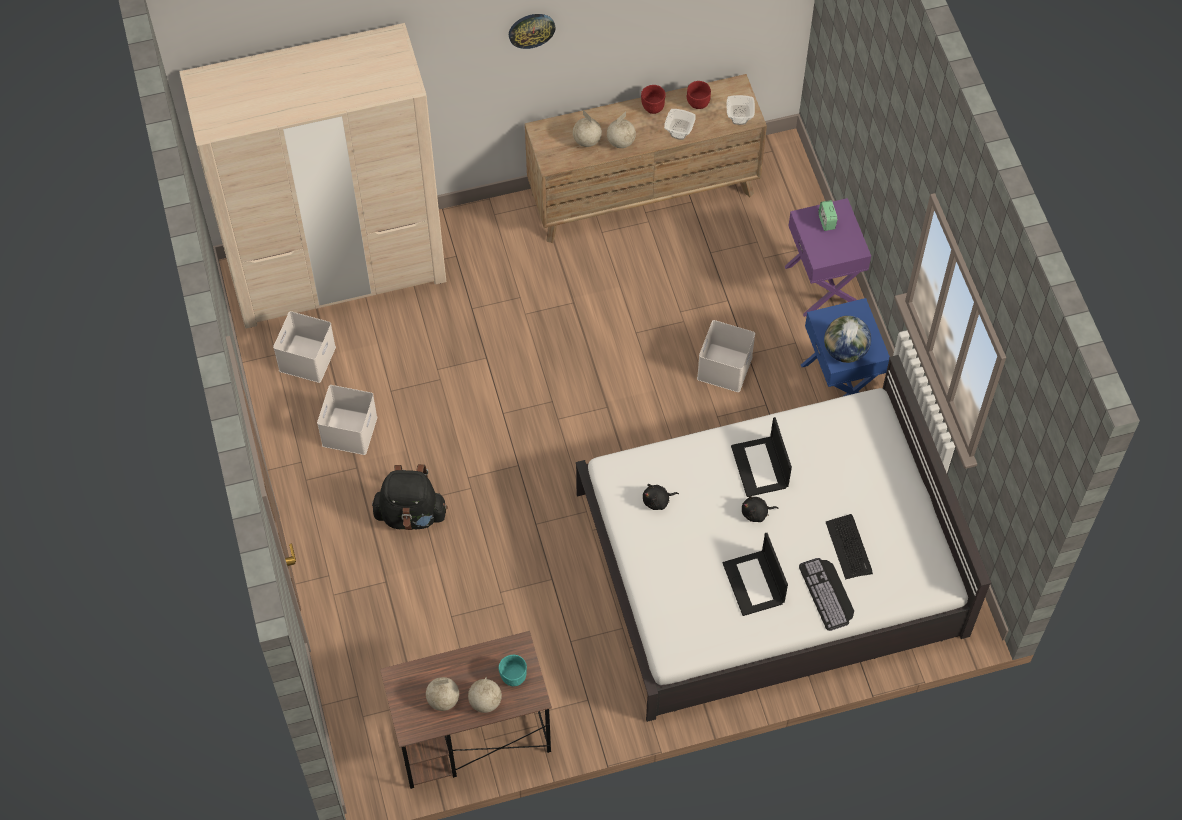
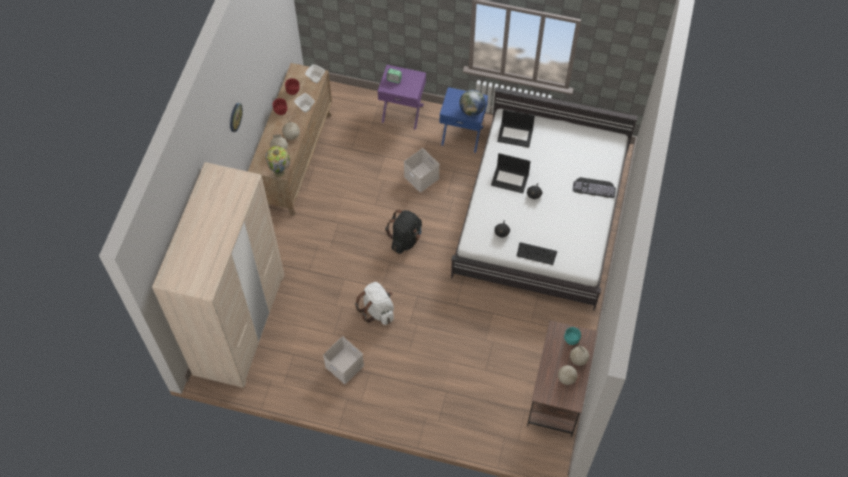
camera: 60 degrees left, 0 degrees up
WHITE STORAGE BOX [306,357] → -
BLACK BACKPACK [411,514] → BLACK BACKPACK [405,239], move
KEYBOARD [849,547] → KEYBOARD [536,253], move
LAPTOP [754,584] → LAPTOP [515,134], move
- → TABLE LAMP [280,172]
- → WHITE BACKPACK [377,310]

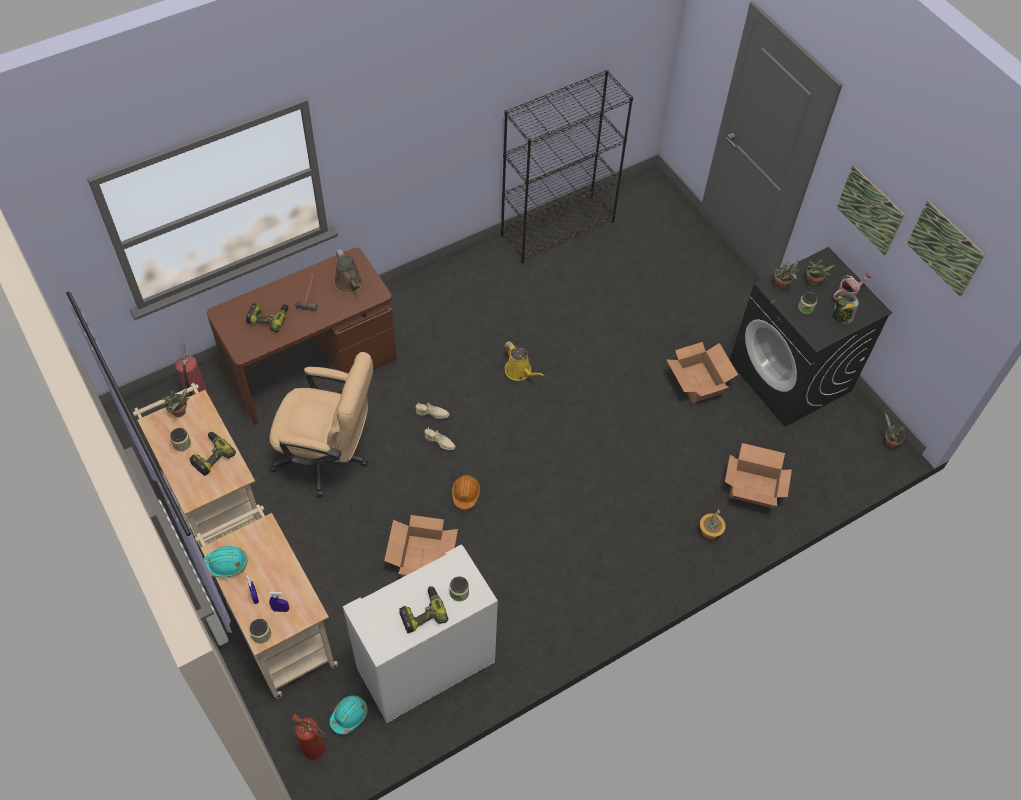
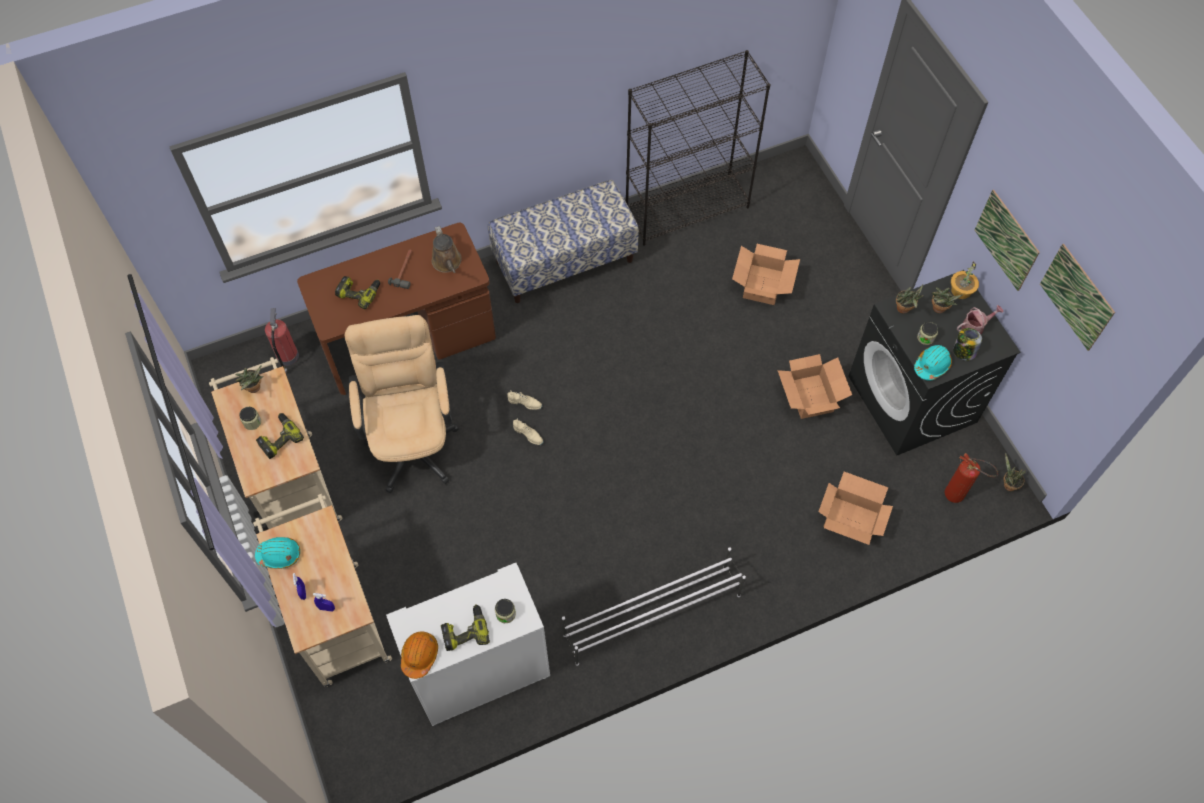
camera: 10 degrees right, 5 degrees up
YELLOW WATERING CAN [520,371] → -
BEIGE OFFICE CHAIR [329,458] → BEIGE OFFICE CHAIR [412,440], 120 degrees counterclockwise
ORANGE HARD HAT [465,494] → ORANGE HARD HAT [419,655], move
POTTED PLANT [709,531] → POTTED PLANT [960,290], move
CARDBOARD BOX [421,558] → CARDBOARD BOX [762,285], move
JAR [261,634] → -
TURQUOISE HARD HAT [349,716] → TURQUOISE HARD HAT [932,365], move
FIRE EXTINGUISHER [318,752] → FIRE EXTINGUISHER [958,497], move
- → BENCH [564,261]
- → WHITE SHOE RACK [651,615]

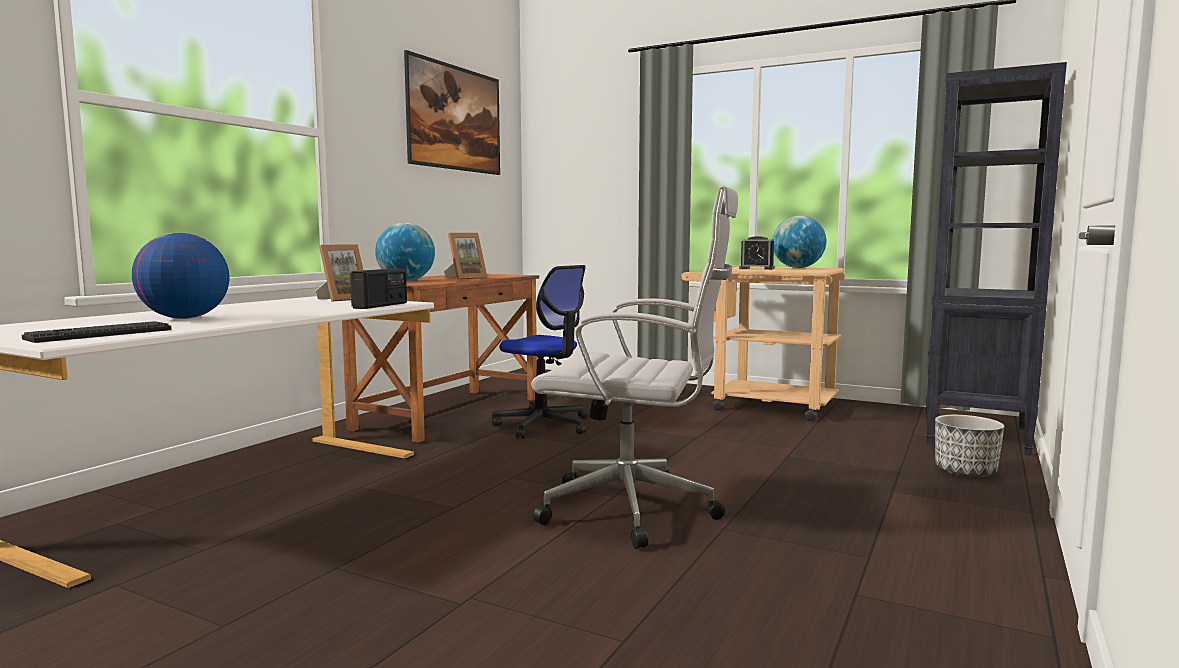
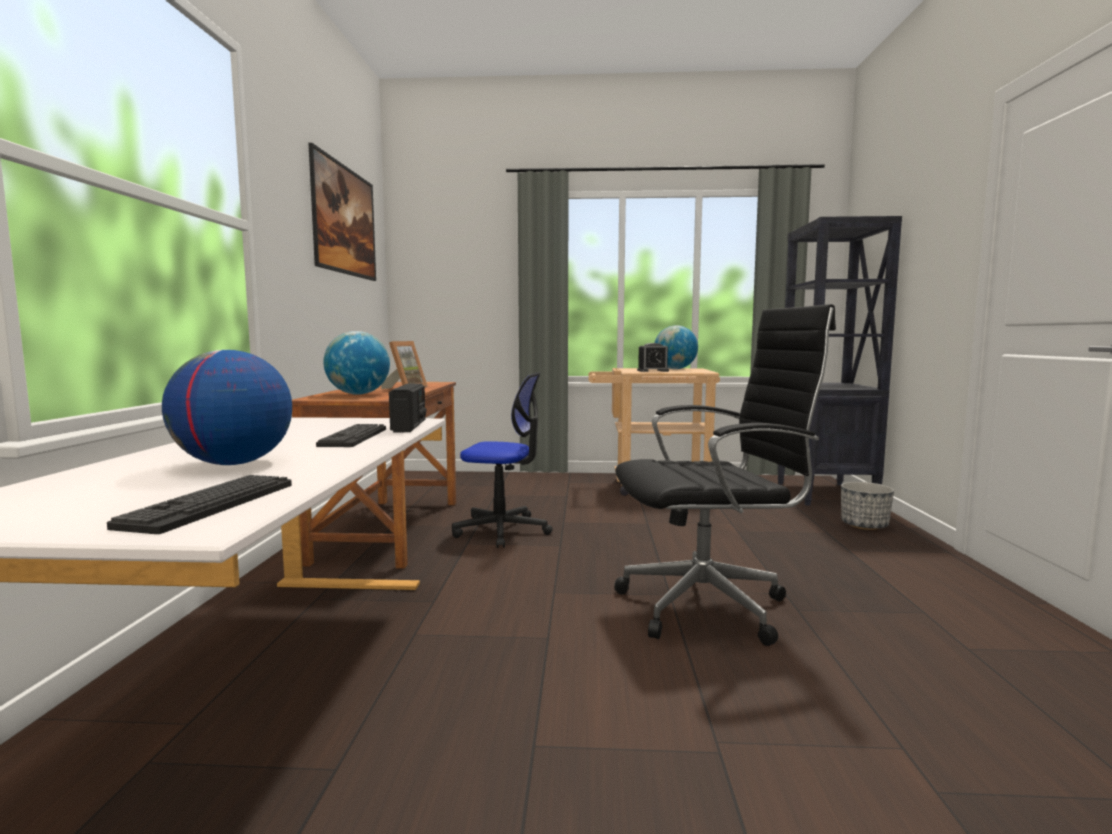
camera: 25 degrees left, 0 degrees up
WHITE OFFICE CHAIR [637,511] → BLACK OFFICE CHAIR [711,606]
PICTURE FRAME [342,299] → -
- → KEYBOARD [354,437]

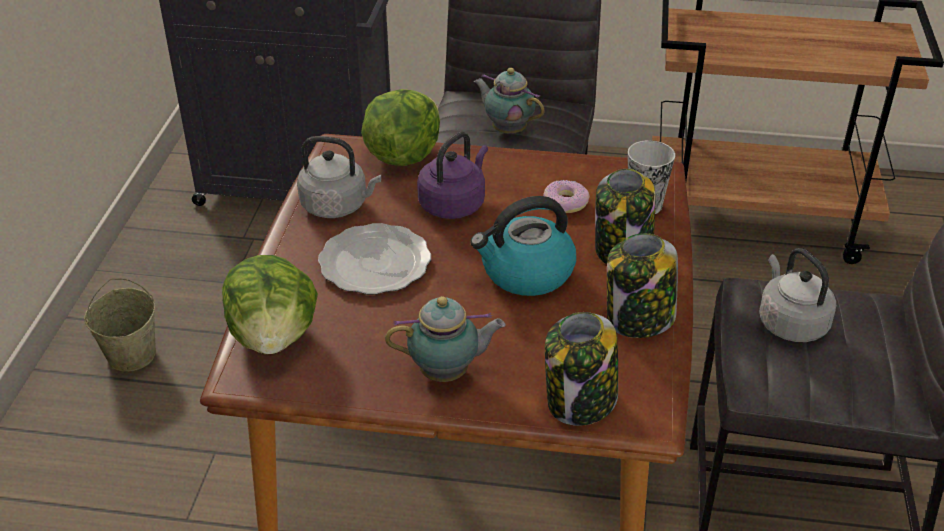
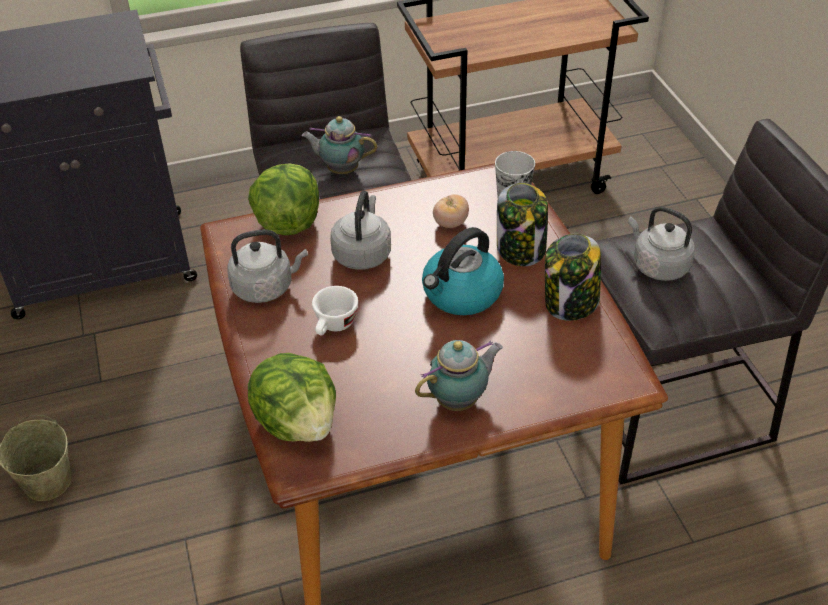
camera: 25 degrees left, 5 degrees up
PURPLE KETTLE [454,204] → GREY KETTLE [362,253]
DONUT [565,203] → TOMATO [450,223]
PLATE [375,262] → WHITE CUP [334,326]
JAR [580,401] → -

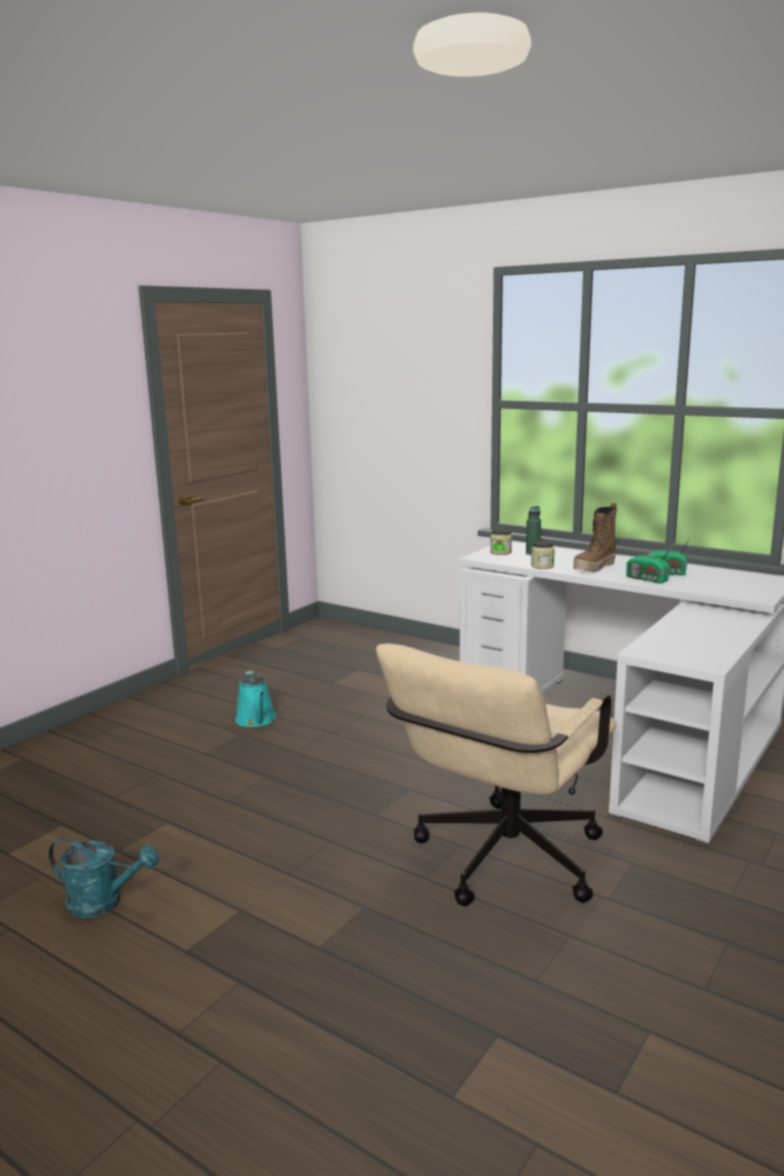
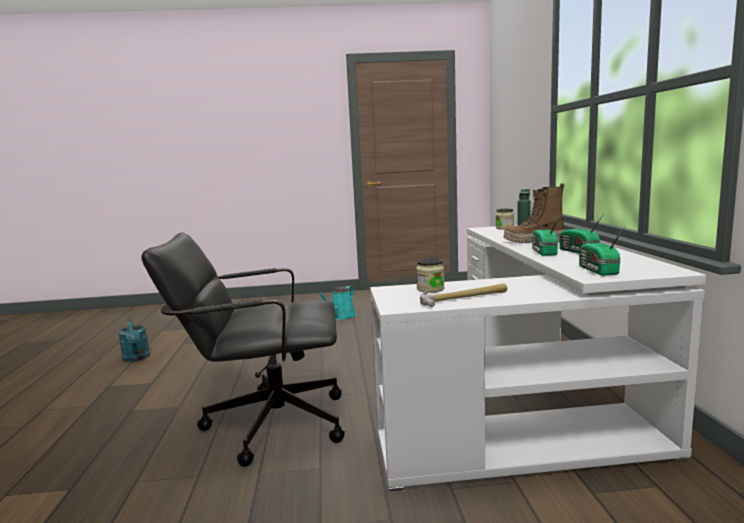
camera: 50 degrees right, 5 degrees down
JAR [542,566] → JAR [430,289], move
BEIGE OFFICE CHAIR [500,864] → BLACK OFFICE CHAIR [263,424]
- → RADIO [597,271]
- → HAMMER [464,298]

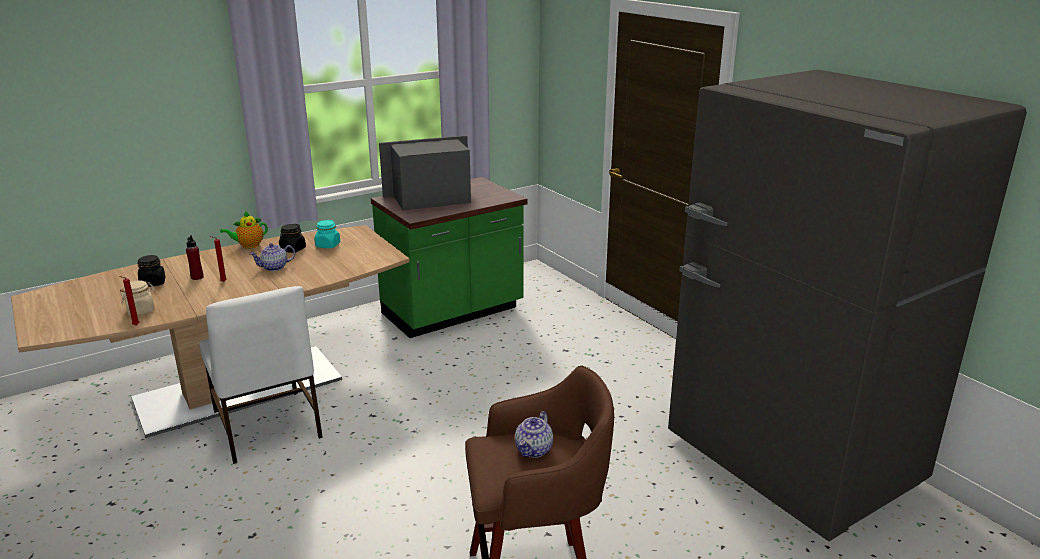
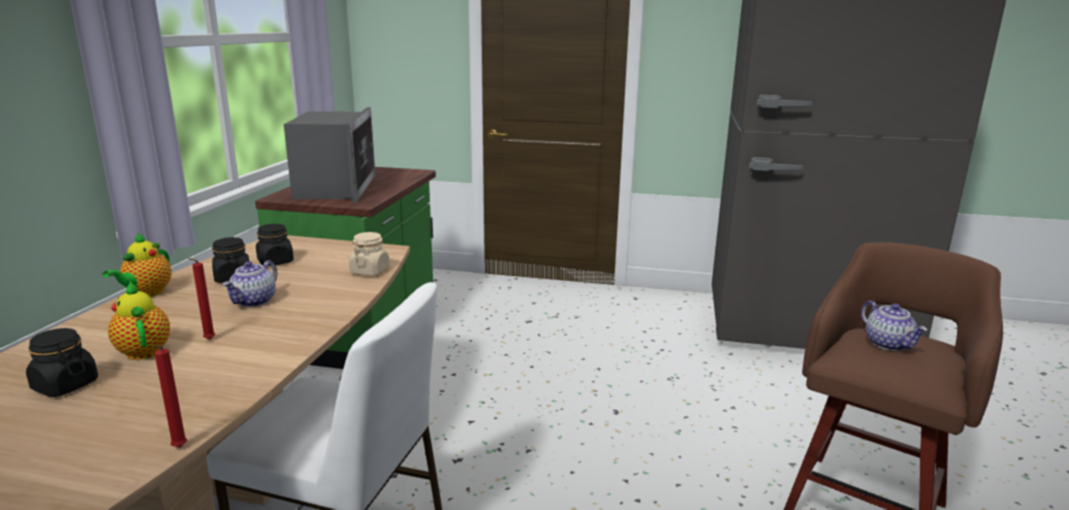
camera: 45 degrees left, 5 degrees down
MICROWAVE [431,199] → MICROWAVE [336,187], 150 degrees clockwise
TURQUOISE JAR [328,245] → BLACK JAR [275,262]
RED BOTTLE [197,277] → TEAPOT [143,350]
BEIGE JAR [141,310] → BEIGE JAR [370,271], move

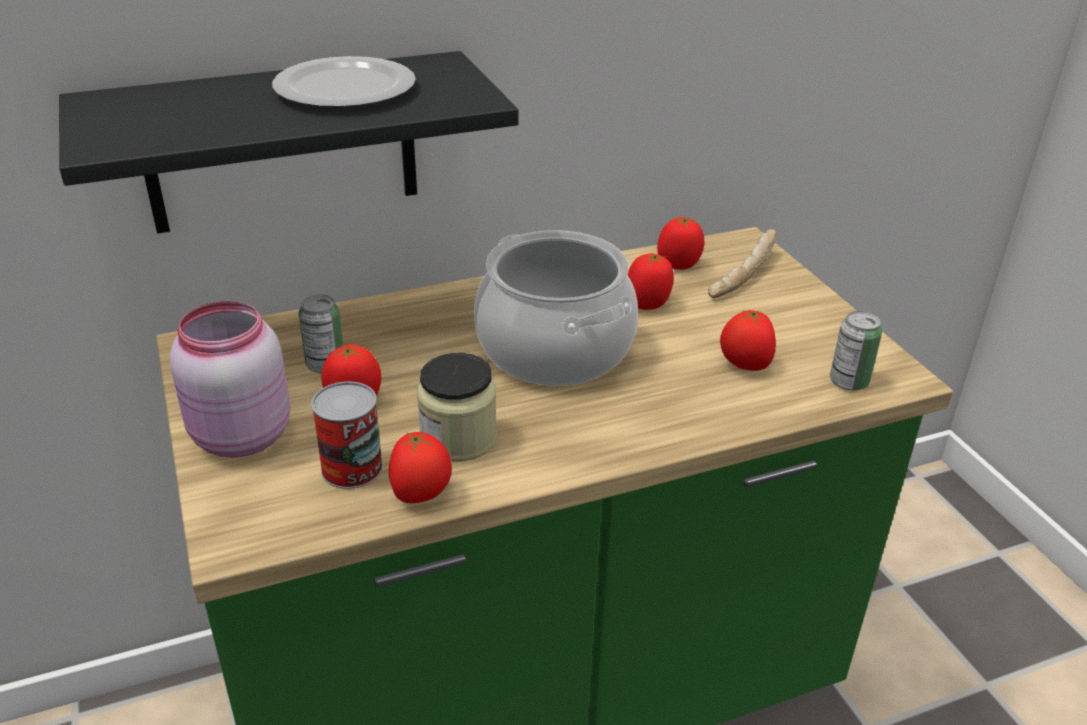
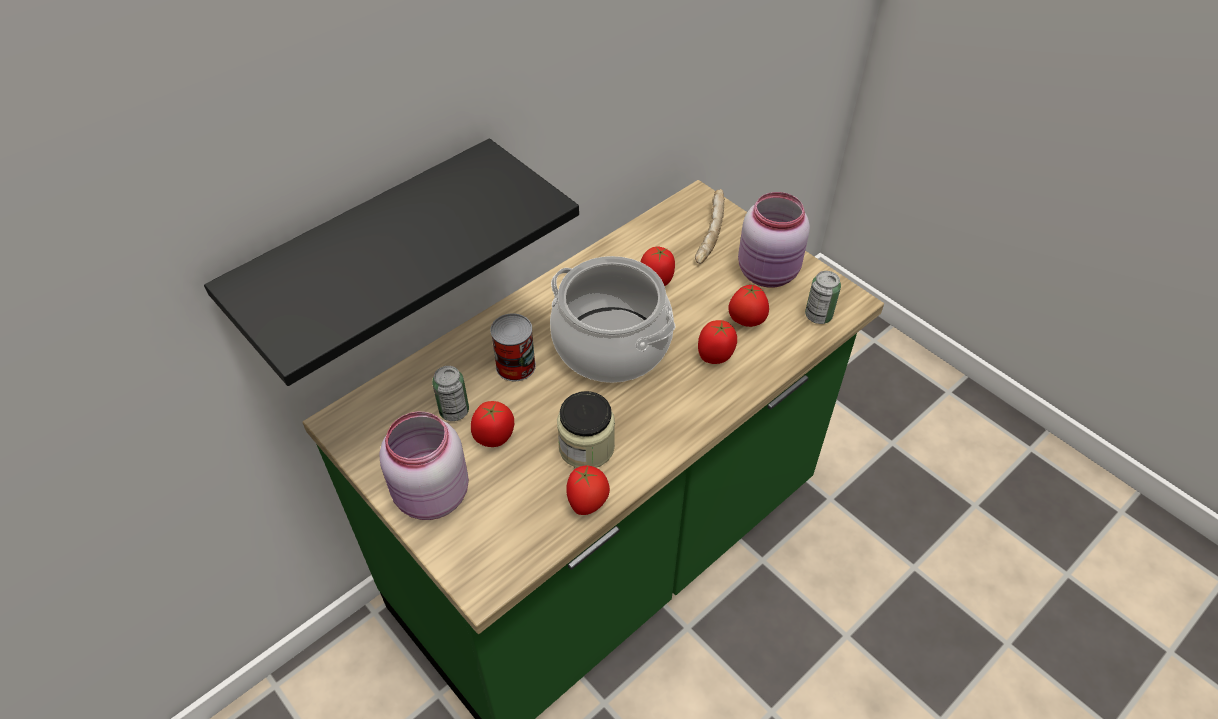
camera: 20 degrees left, 15 degrees up
PLATE [346,88] → -
TOMATO [678,265] → TOMATO [715,356], move
CAN [352,468] → CAN [515,365], move
- → PINK JAR [769,273]

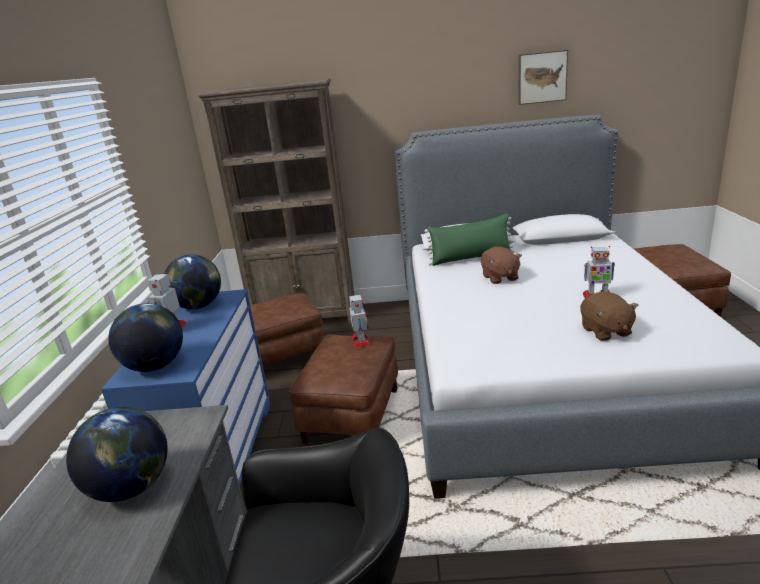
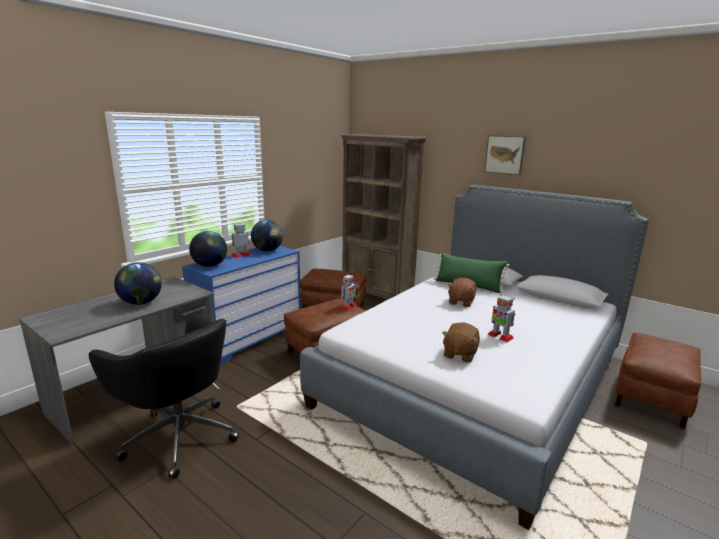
camera: 35 degrees right, 5 degrees down
PICTURE [541,77] → PICTURE [505,154], move

